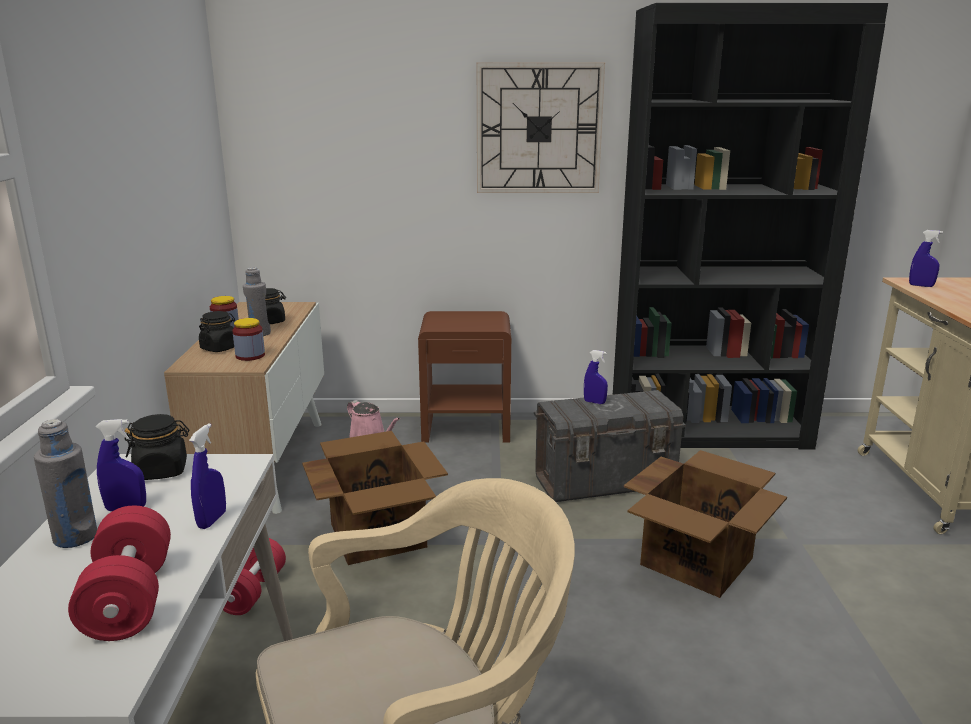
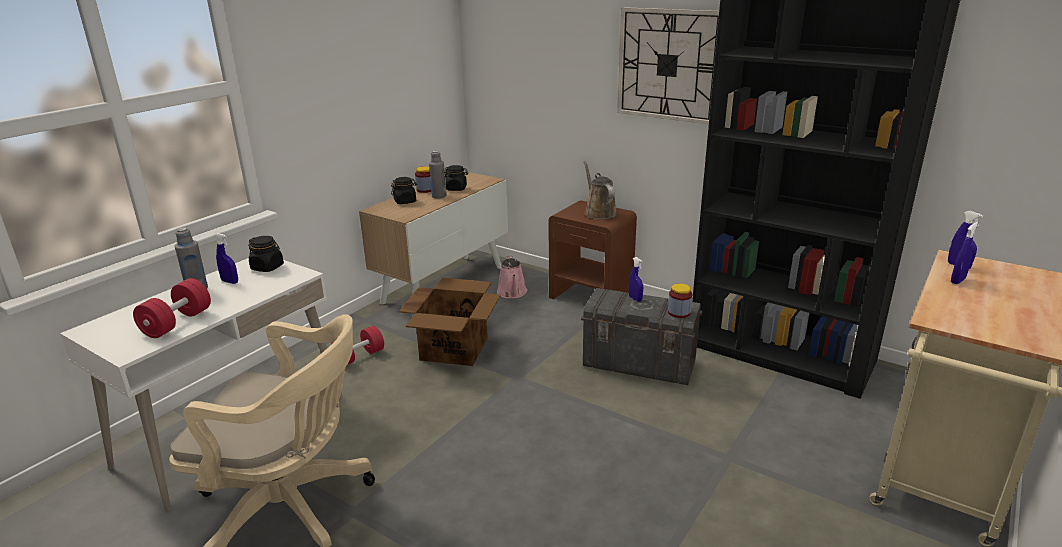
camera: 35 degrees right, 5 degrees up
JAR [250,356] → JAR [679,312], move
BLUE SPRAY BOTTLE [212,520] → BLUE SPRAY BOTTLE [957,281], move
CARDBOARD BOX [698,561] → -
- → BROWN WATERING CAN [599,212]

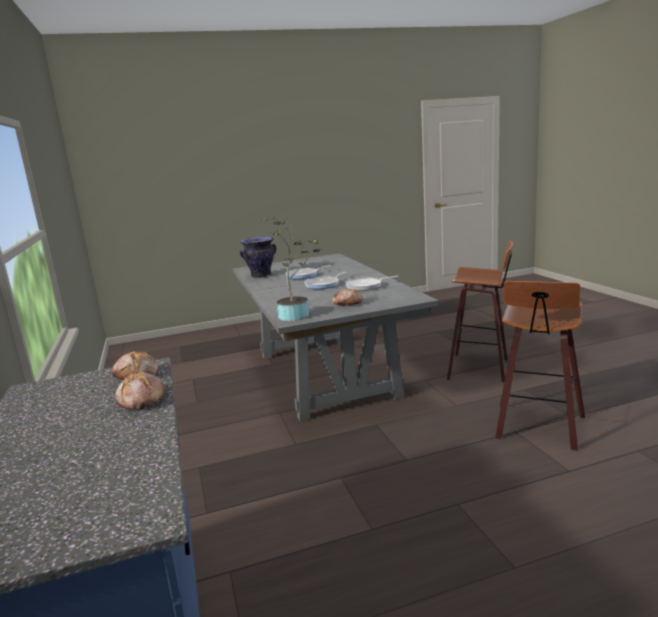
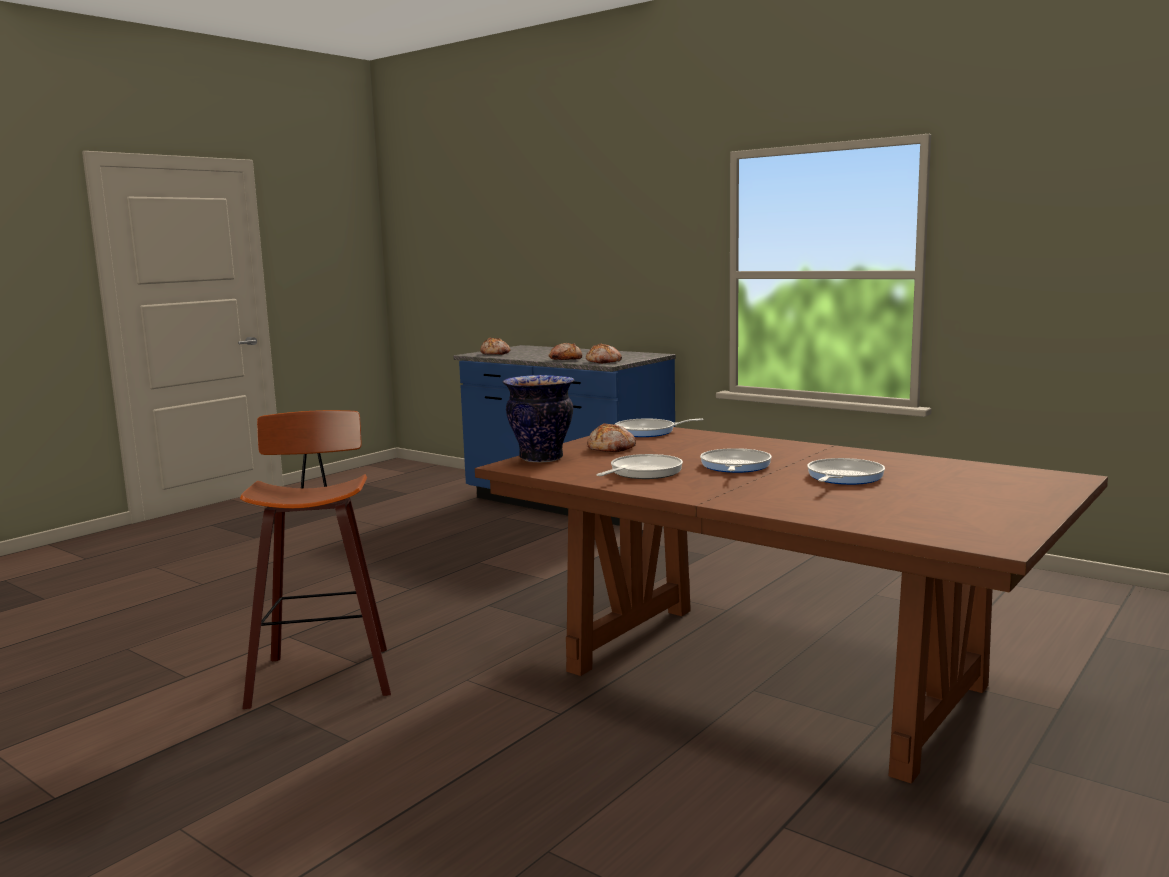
camera: 145 degrees right, 5 degrees down
POTTED PLANT [297,315] → FRYING PAN [648,432]
VASE [261,276] → VASE [542,458], move
STOOL [481,368] → -
GREY DINING TABLE [325,375] → BROWN DINING TABLE [768,678]
- → BREAD [495,353]

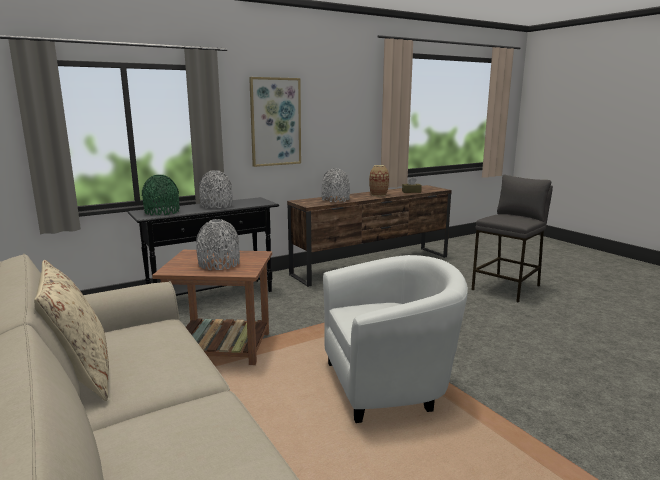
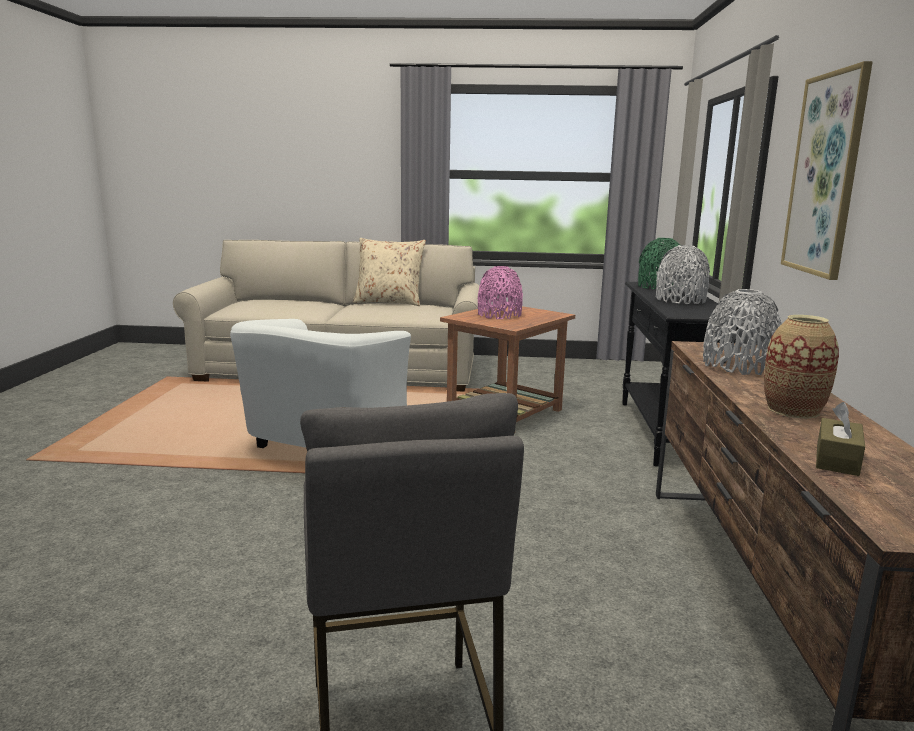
camera: 125 degrees right, 0 degrees up
GREY VASE [219,264] → PINK VASE [499,315]

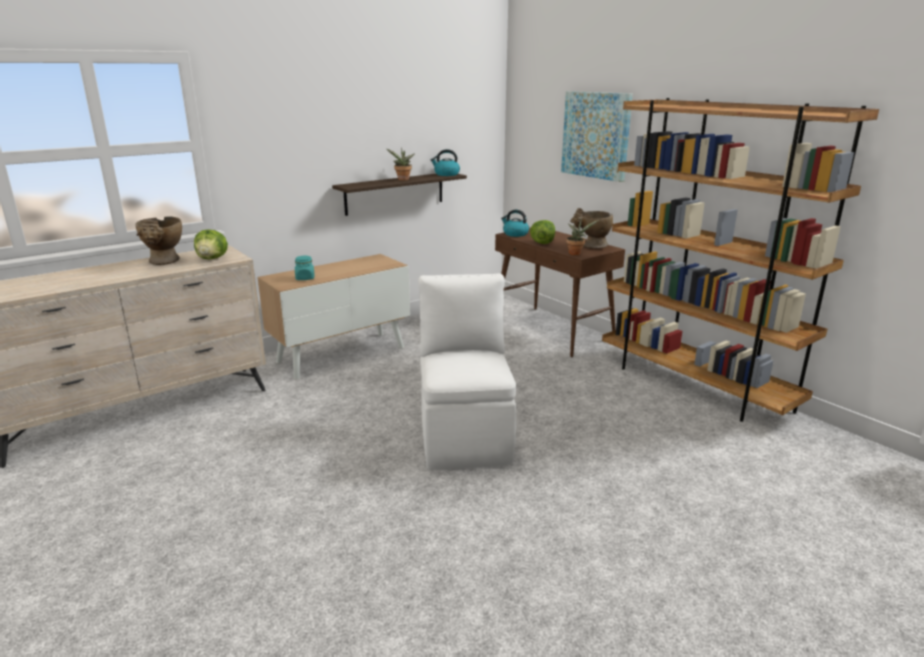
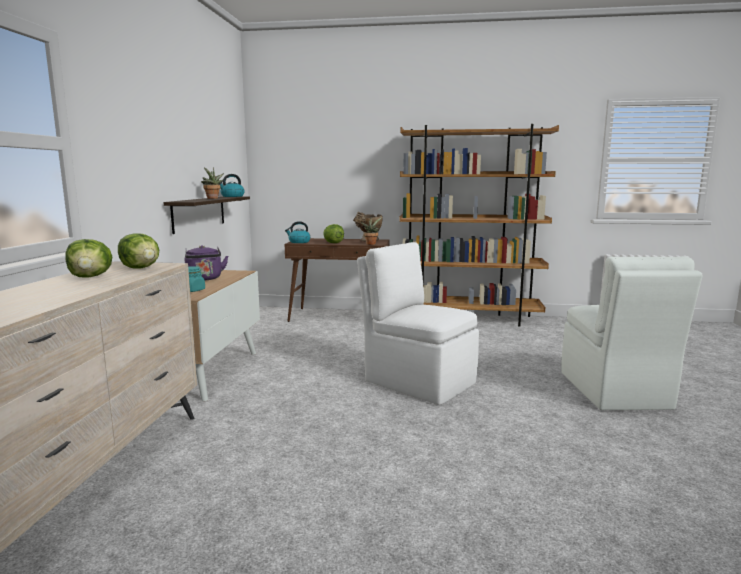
camera: 45 degrees left, 10 degrees down
PICTURE [596,135] → -
BEIGE VASE [164,262] → LETTUCE [90,277]
- → PURPLE KETTLE [205,279]
- → WHITE CHAIR [614,391]

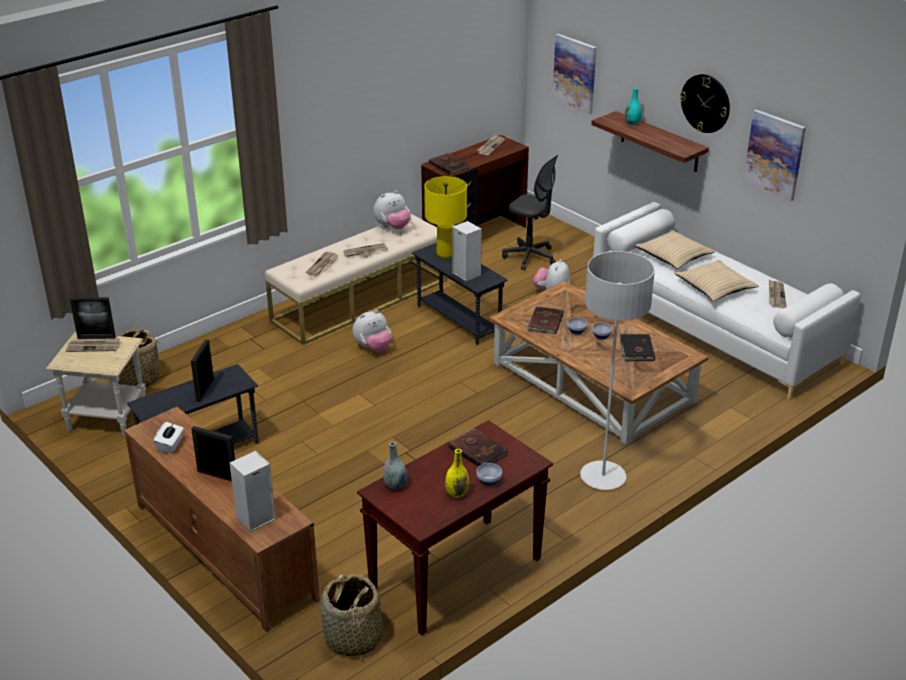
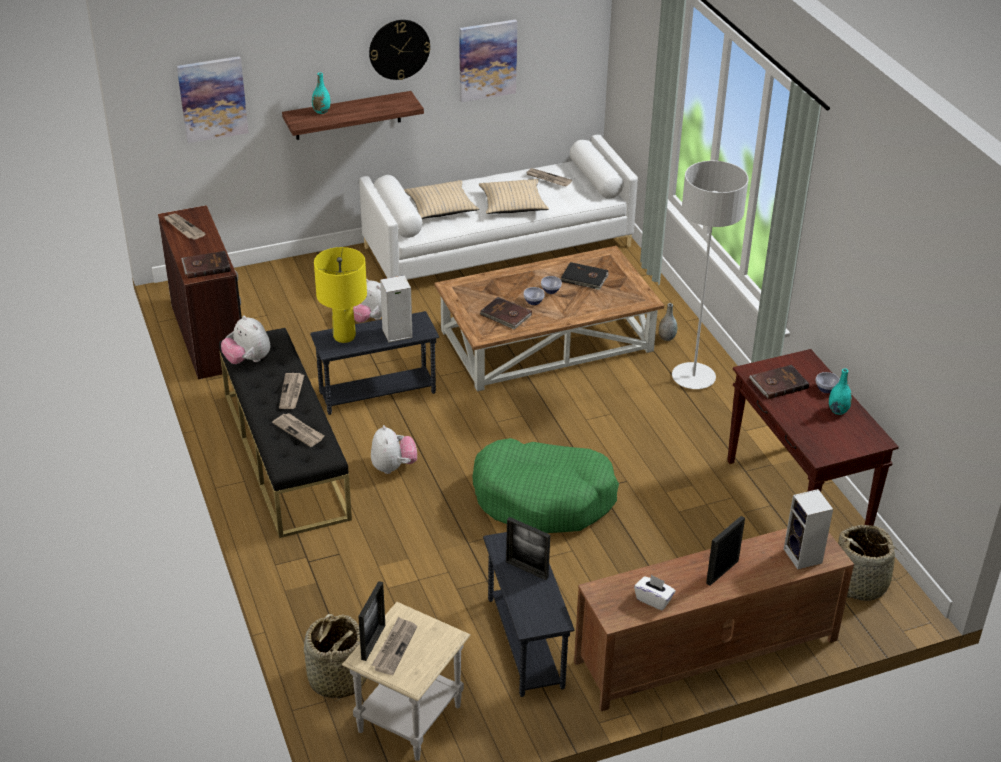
camera: 70 degrees left, 5 degrees up
GREY OFFICE CHAIR [530,257] → -
PLUSH TOY [392,227] → PLUSH TOY [248,360], 150 degrees clockwise
BEIGE BENCH [360,300] → BLACK BENCH [285,454]
GREY VASE [395,485] → GREY VASE [667,338], move
YELLOW VASE [457,493] → TURQUOISE VASE [838,410]
- → GREEN DOG BED [543,498]

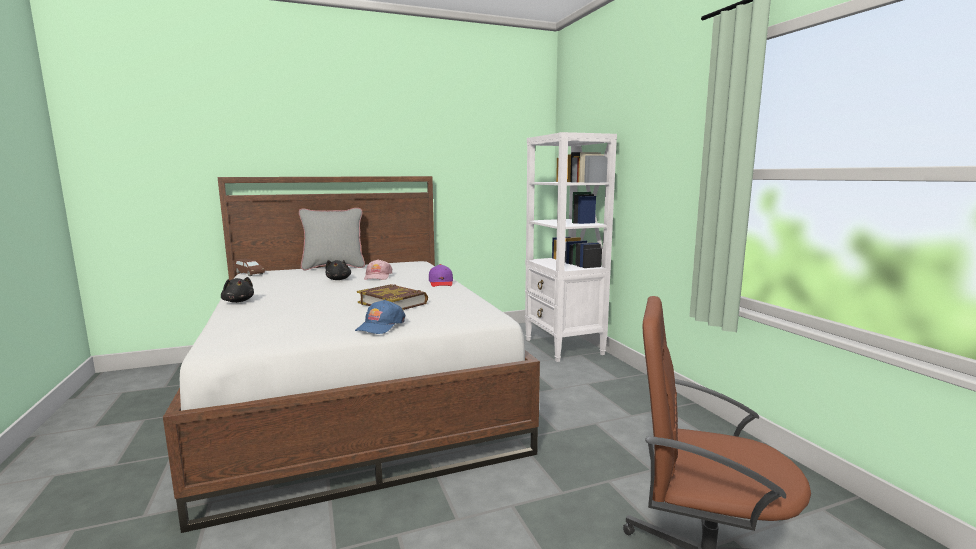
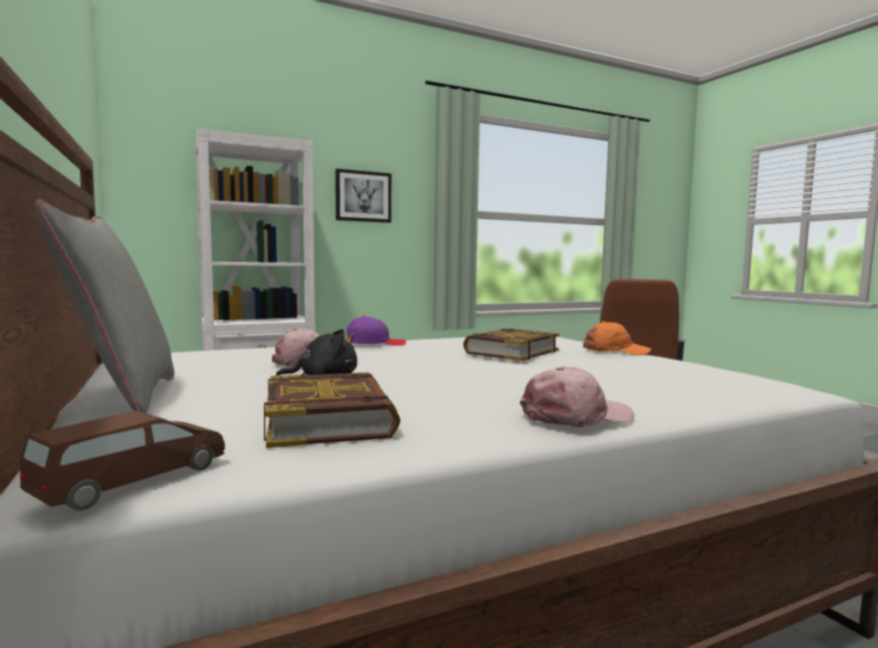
camera: 95 degrees left, 5 degrees down
BLACK PLUSH TOY [238,301] → PINK CAP [576,416]
BLUE CAP [380,326] → ORANGE CAP [615,350]
- → PICTURE [363,196]
- → BOOK [329,419]

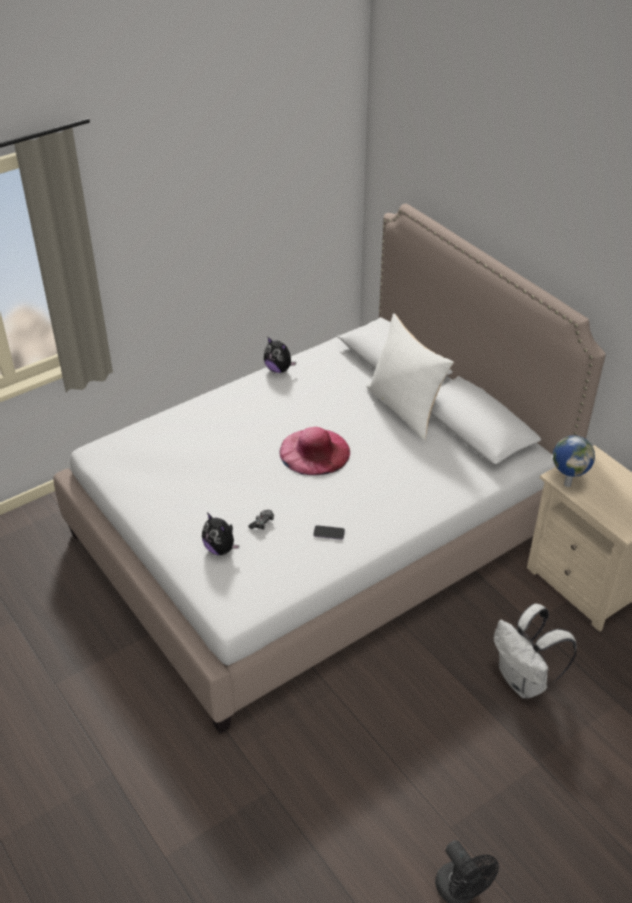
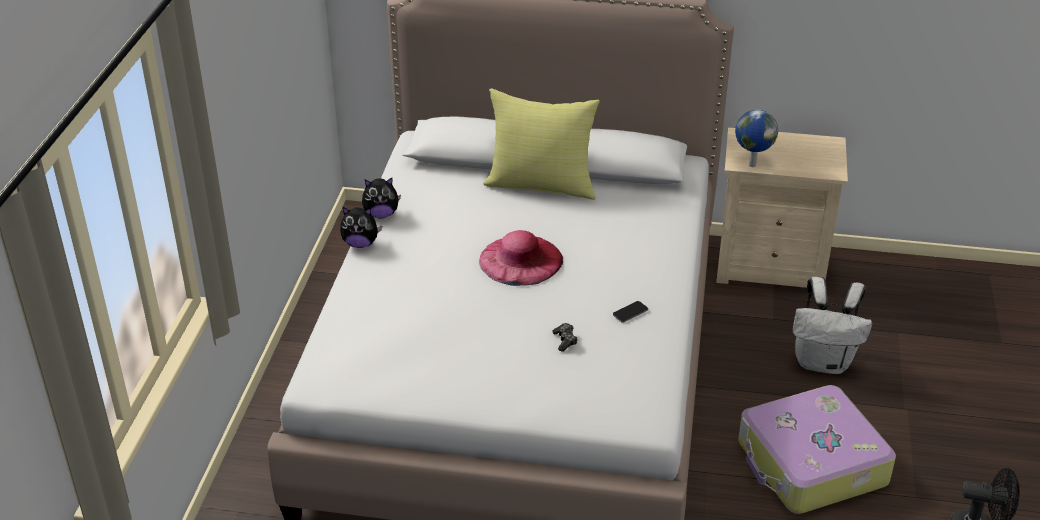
camera: 45 degrees left, 5 degrees down
WHITE PILLOW [405,408] → YELLOW PILLOW [541,184]
PLUSH TOY [221,549] → PLUSH TOY [360,244], move
- → SUITCASE [810,464]

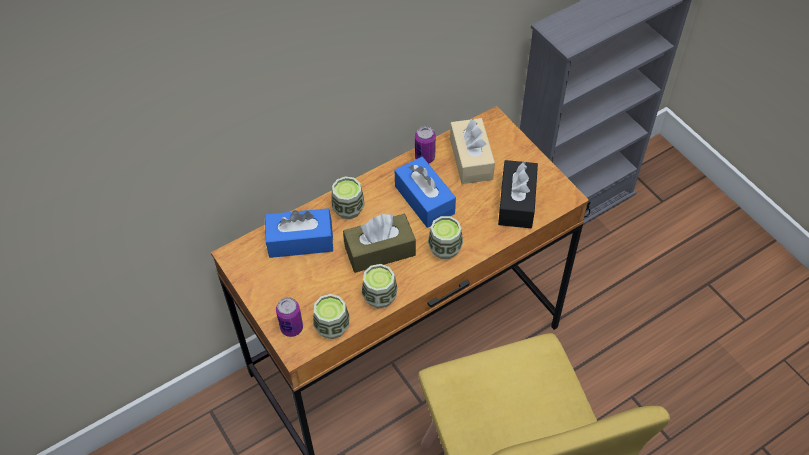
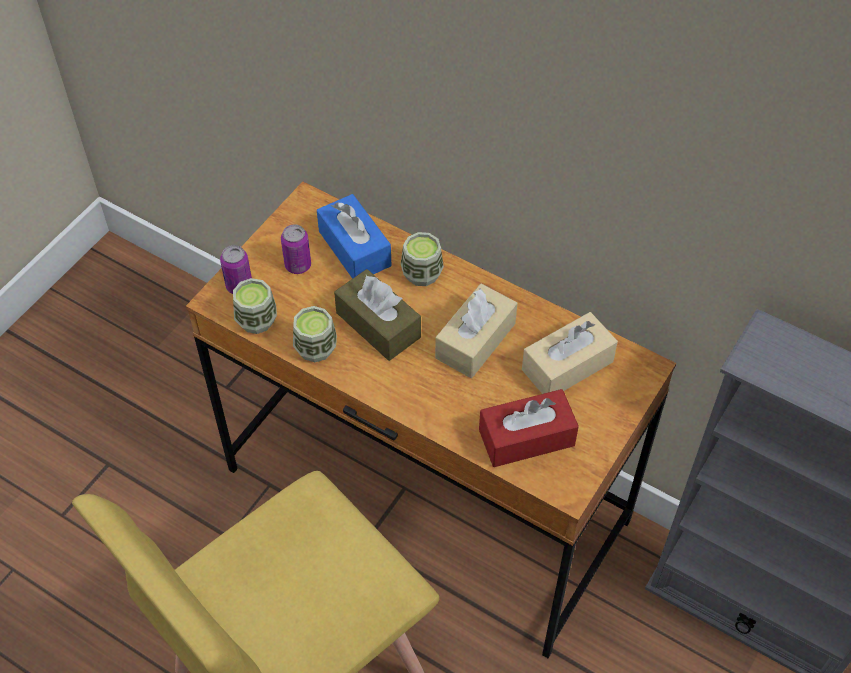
camera: 65 degrees right, 0 degrees up
CAN [425,157] → CAN [298,265], move
BLUE TISSUE BOX [424,200] → BEIGE TISSUE BOX [475,341]
BLACK TISSUE BOX [516,202] → RED TISSUE BOX [526,438]
CUP [445,248] → -

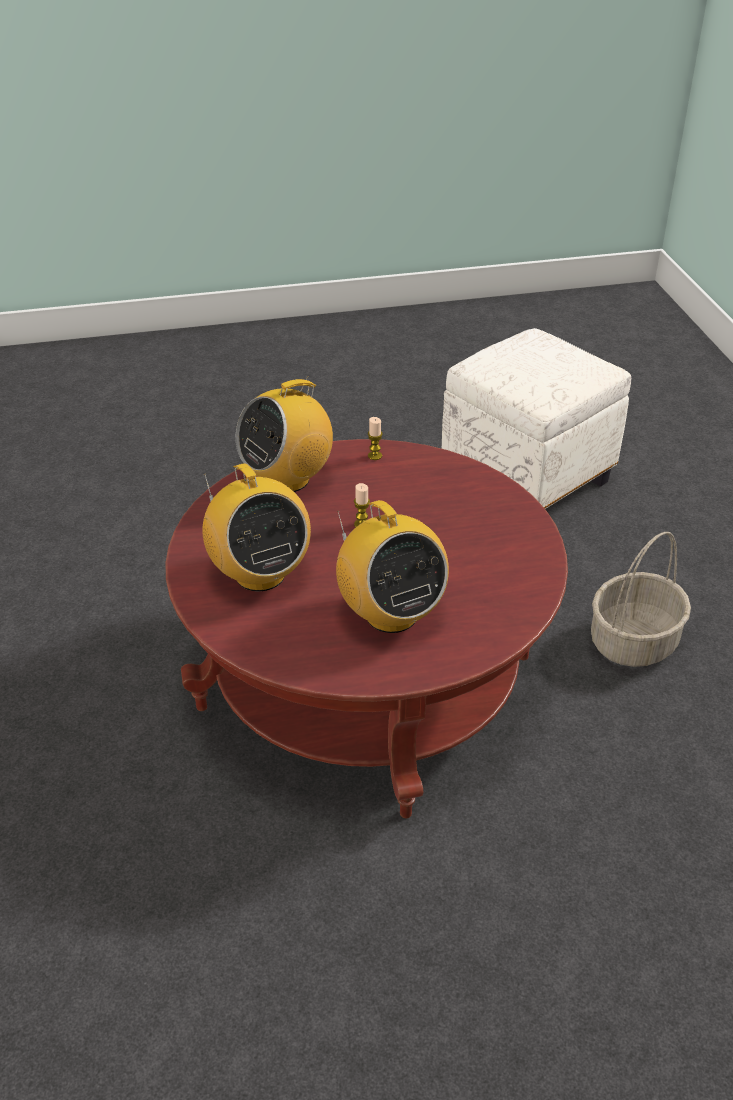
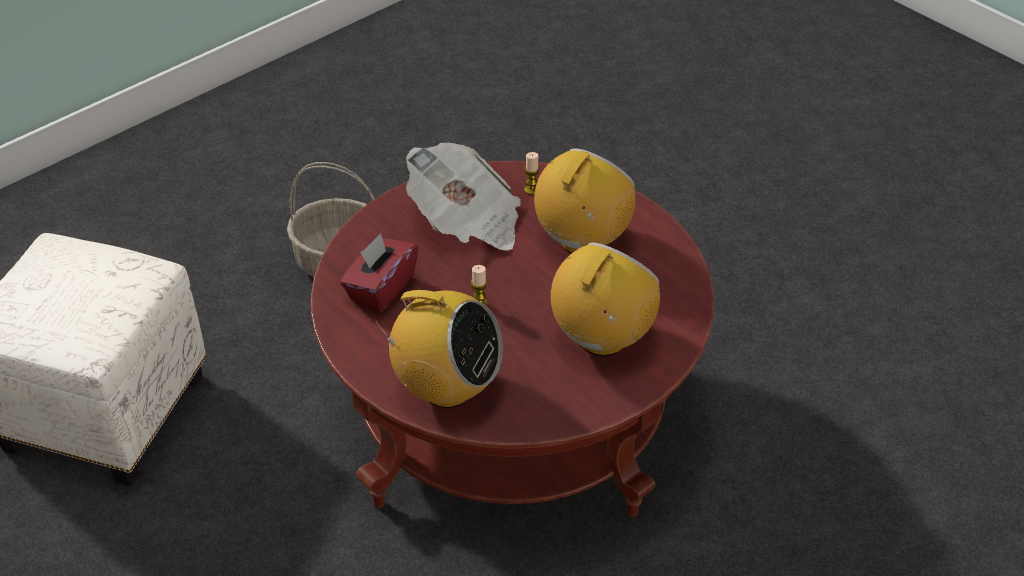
camera: 120 degrees left, 5 degrees up
CANDLE [375,456] → CANDLE [531,189], move
- → NEWSPAPER [466,221]
- → RED TISSUE BOX [381,288]

